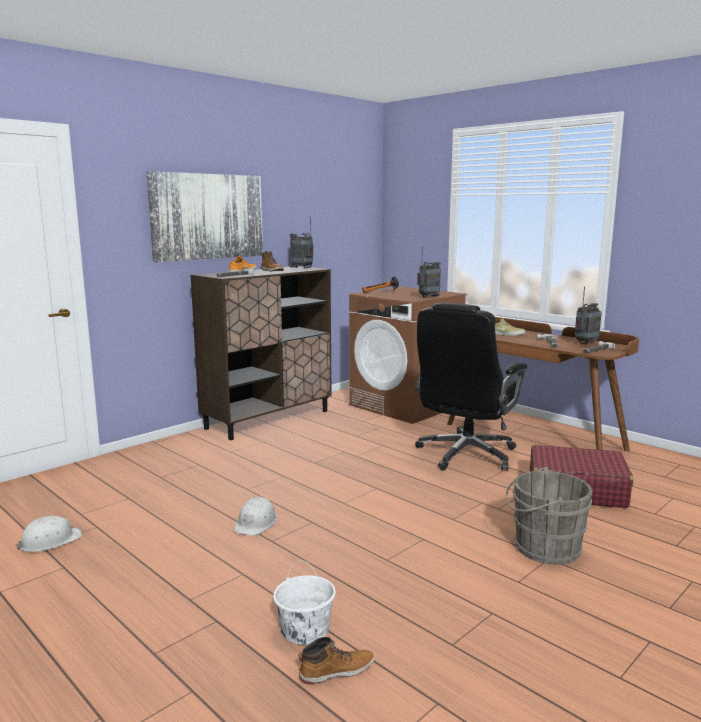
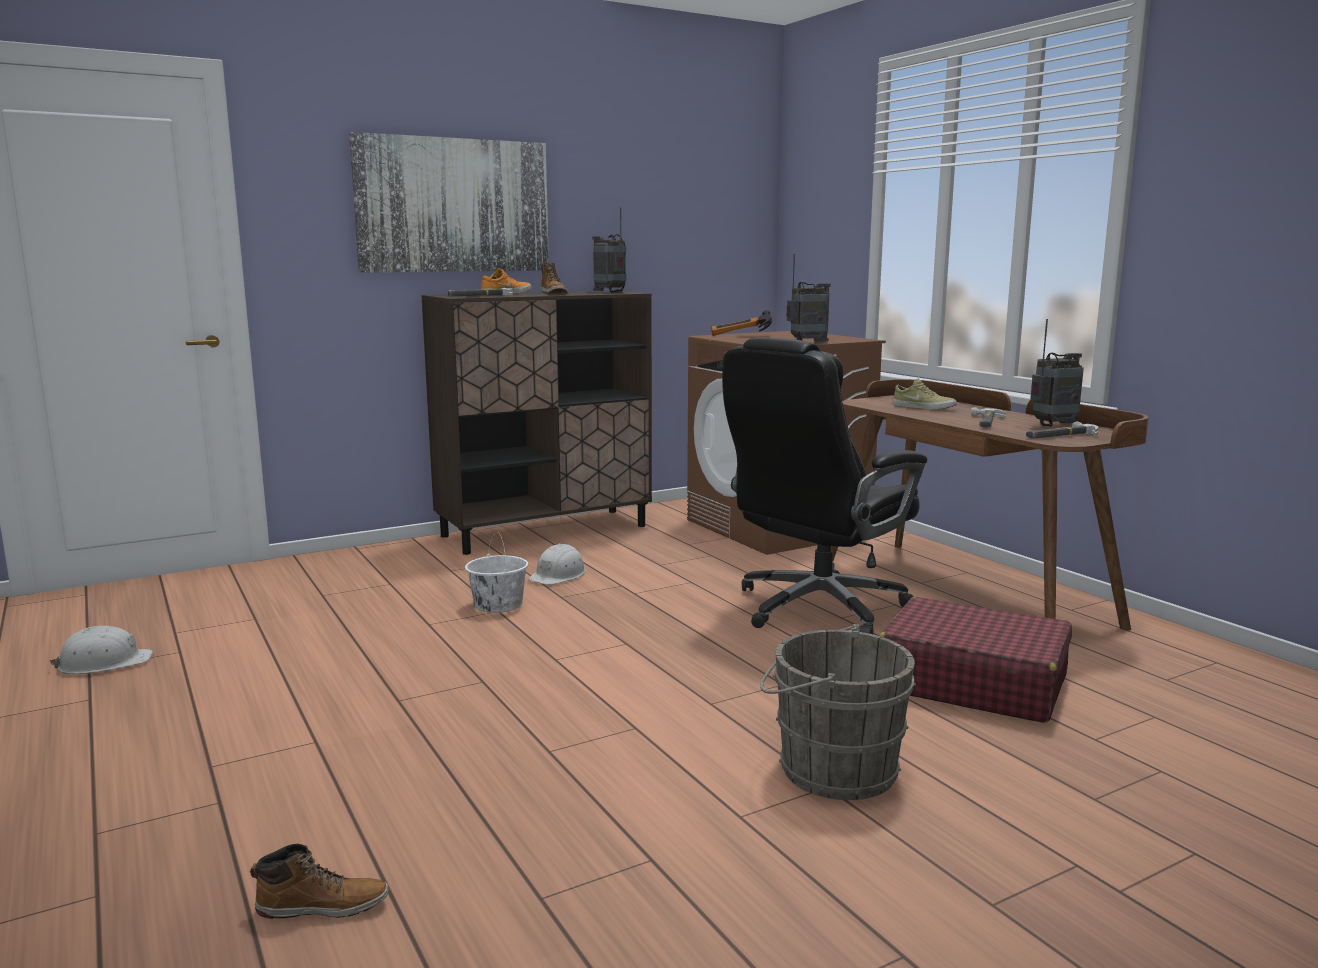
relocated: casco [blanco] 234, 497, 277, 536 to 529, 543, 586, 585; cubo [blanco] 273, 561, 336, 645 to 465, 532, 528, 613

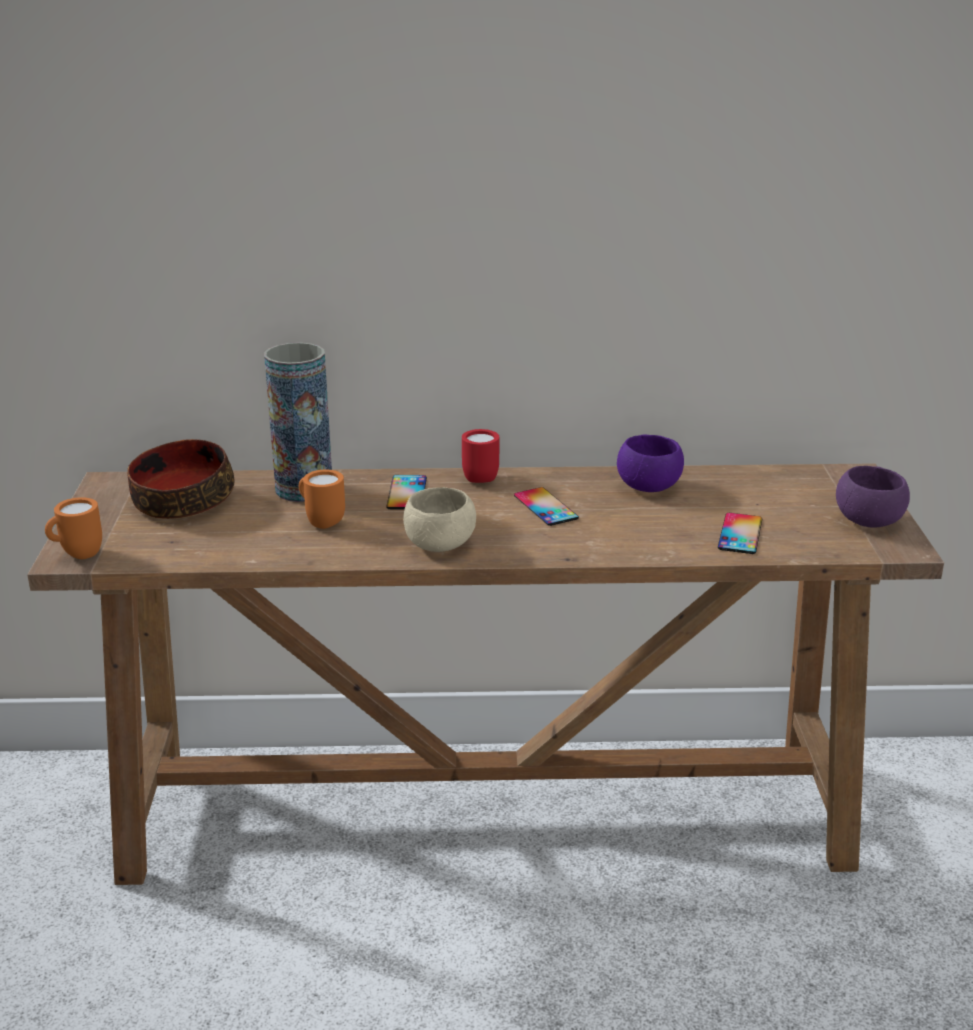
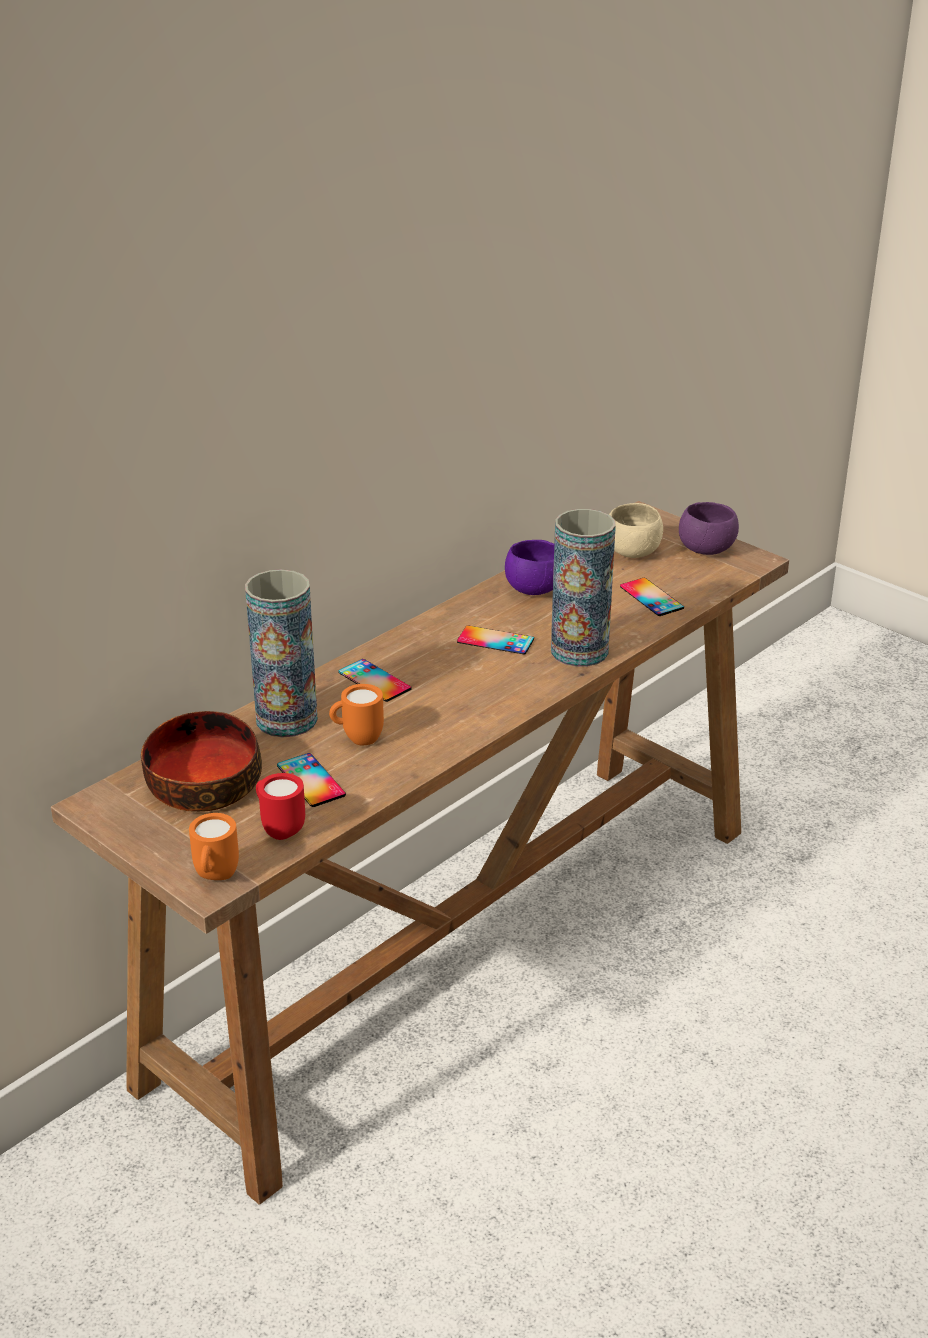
appeared: móvil 277, 753, 346, 807; florero 551, 509, 616, 667
relocated: cuenco [beis] 403, 487, 476, 552 to 609, 503, 663, 558; taza grande [rojo] 462, 429, 499, 483 to 256, 773, 305, 840

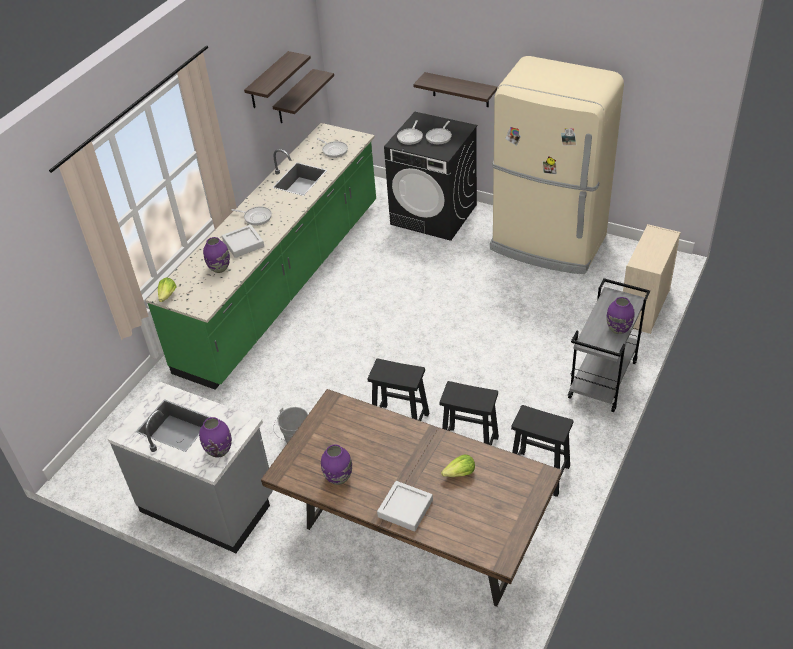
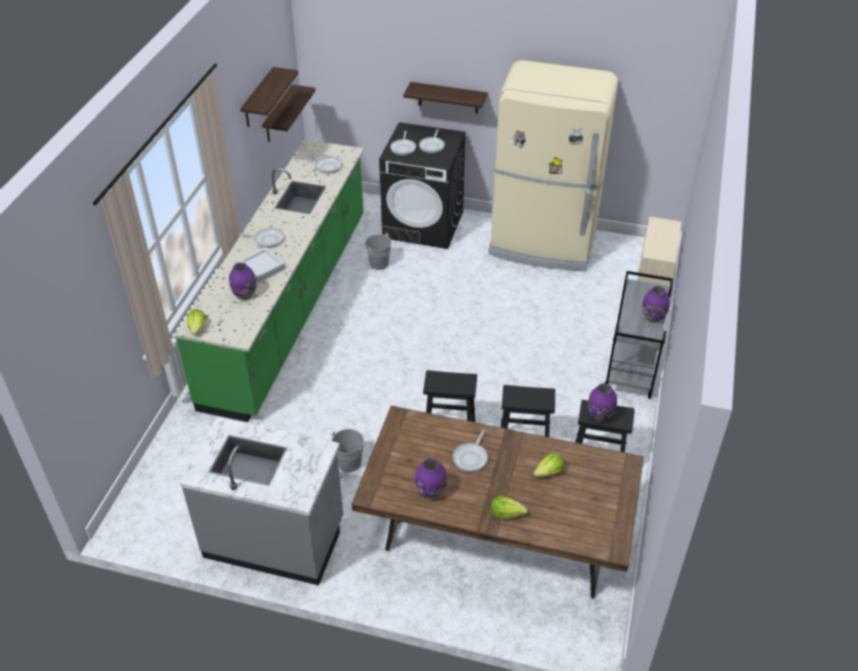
appeared: cubo [gris] 361, 233, 391, 270; sartén 452, 430, 488, 472
relocated: florero [morado] 199, 417, 232, 458 to 588, 383, 617, 422
exchanged: bandeja [gris] 377, 481, 433, 532 to lechuga 491, 496, 528, 519

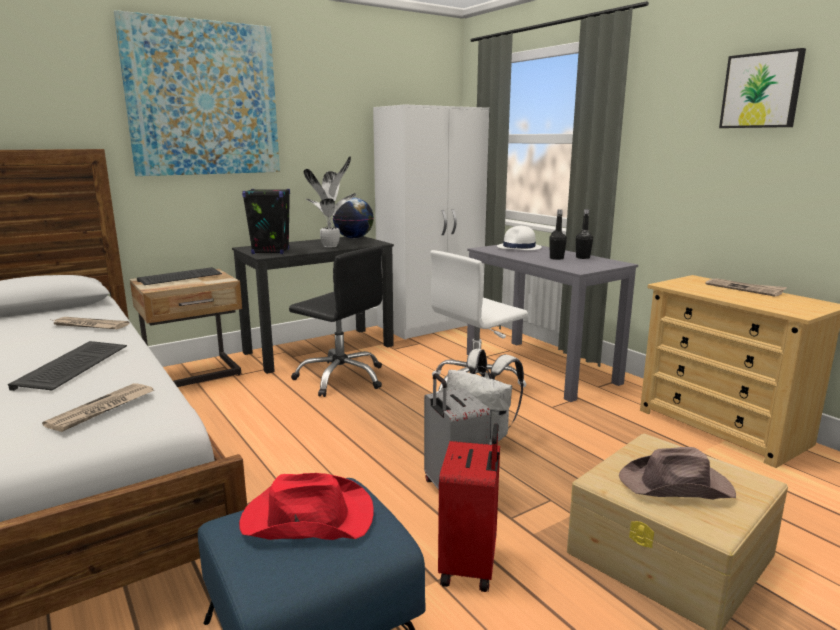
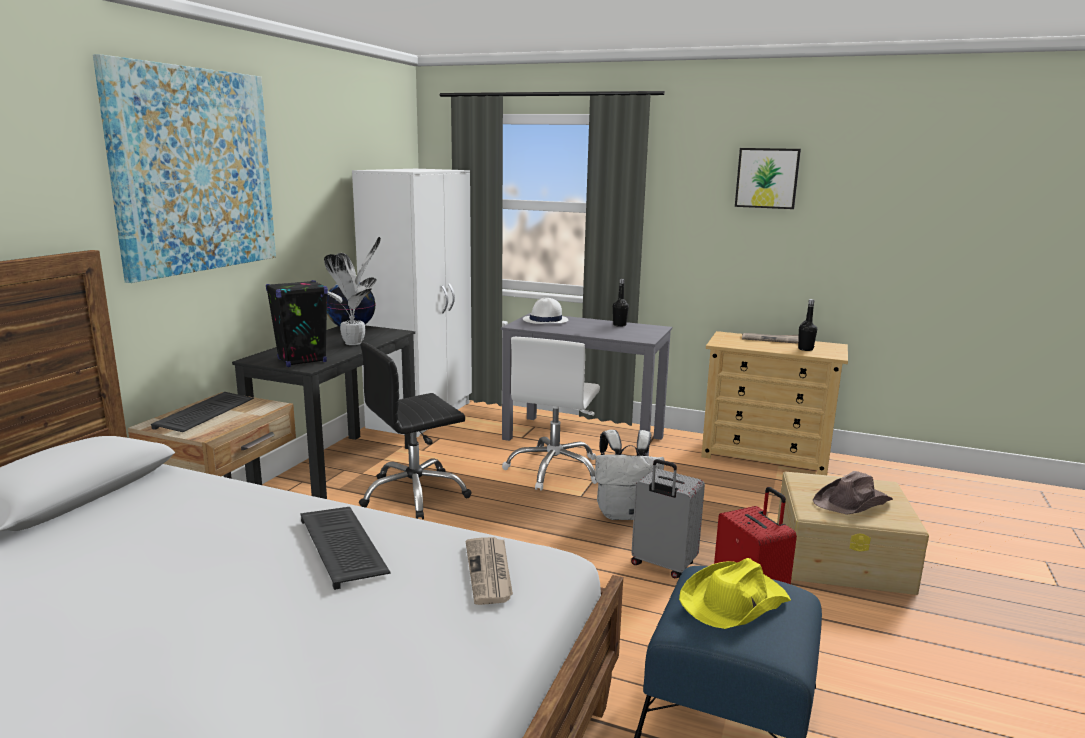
missing: periódico 54, 317, 129, 329
relocated: botella [negro] 549, 209, 567, 260 to 798, 299, 817, 351
colour: sombrero [rojo] 239, 473, 373, 540 to sombrero [amarillo] 679, 558, 791, 629
spun: silla de oficina [negro] 289, 246, 383, 397 = 359, 342, 472, 519 150 degrees clockwise

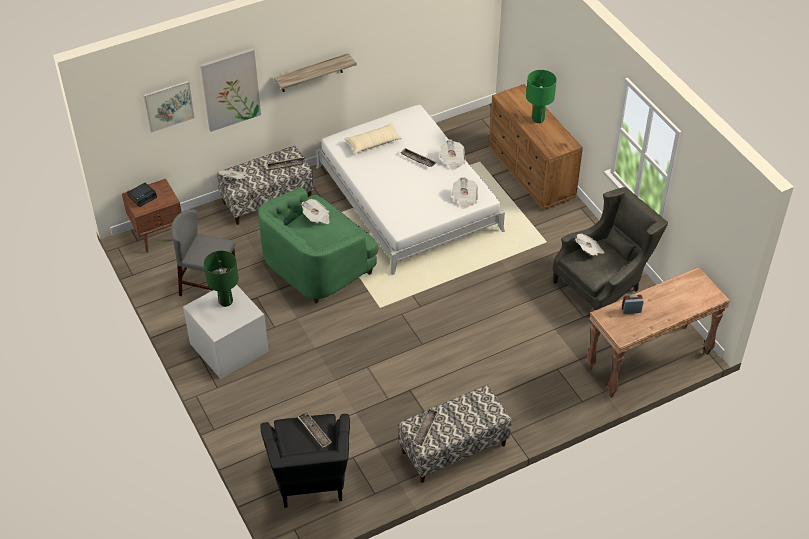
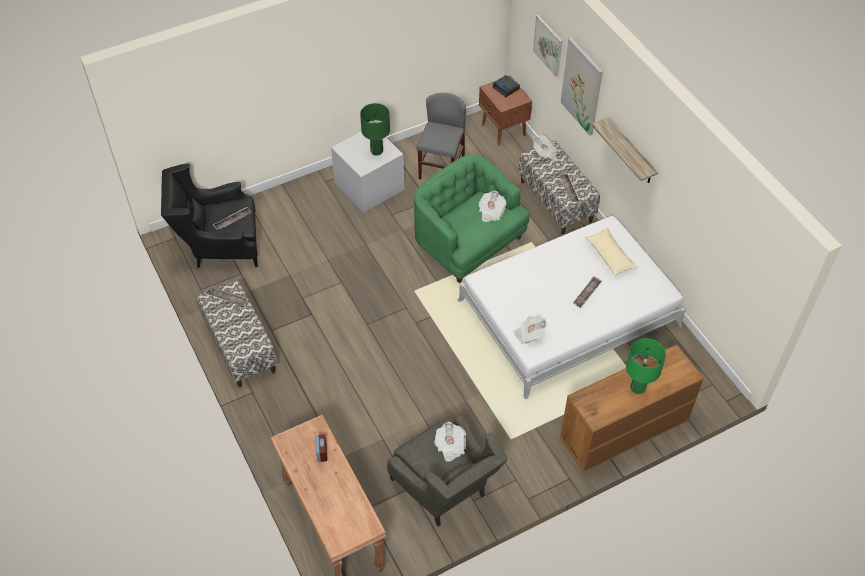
missing: periódico 440, 140, 466, 170

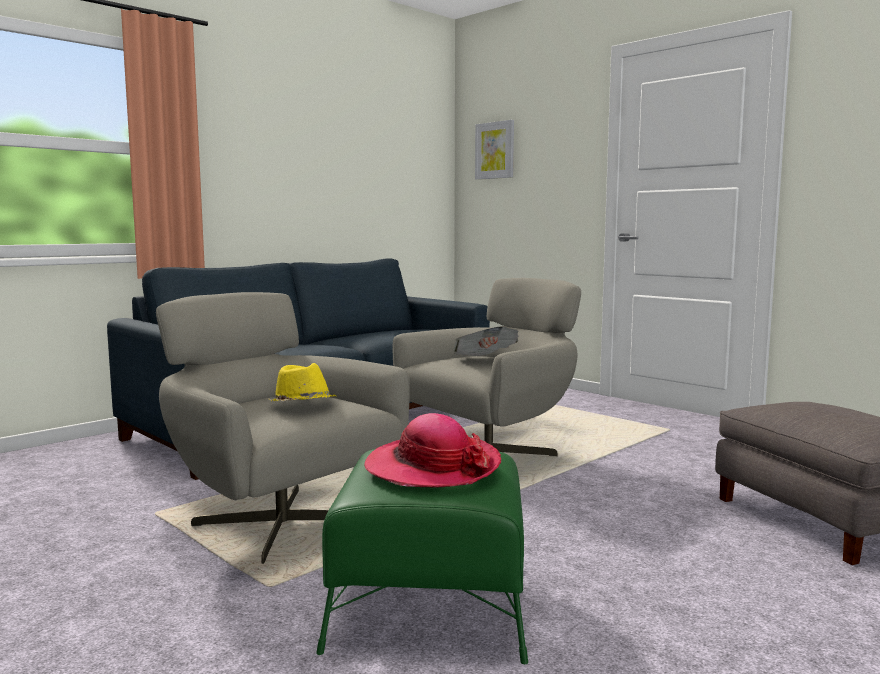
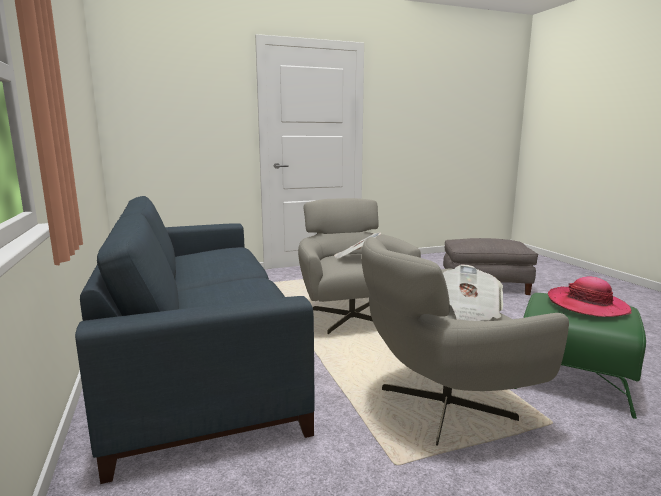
missing: cuadro 475, 120, 514, 180
exchanged: sombrero [amarillo] 267, 363, 336, 401 to periódico 443, 265, 503, 321

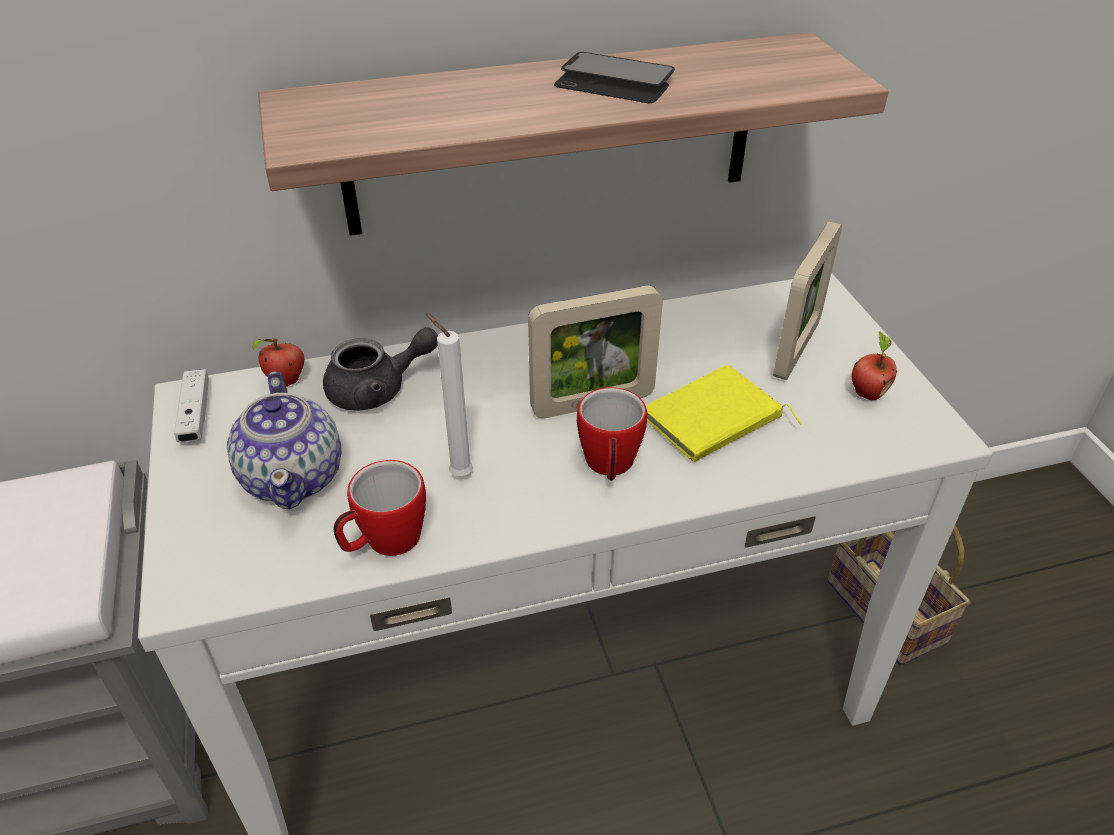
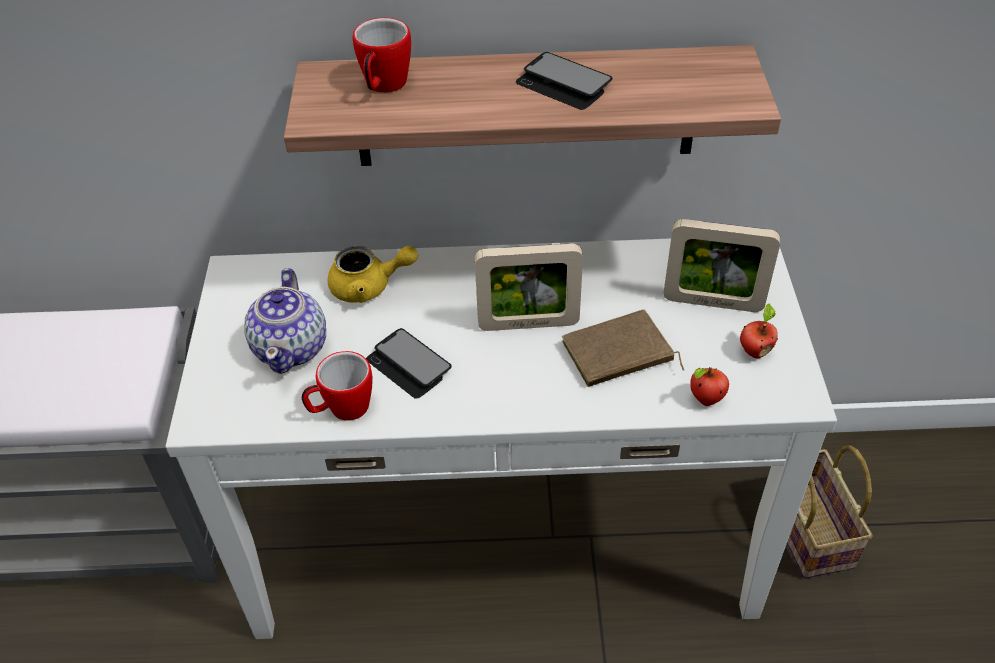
missing: mando de consola [blanco] 174, 369, 209, 443
relocated: manzana 252, 338, 304, 387 to 690, 367, 729, 406; taza grande 577, 387, 647, 481 to 353, 18, 411, 93
exchanged: vela [blanco] 426, 313, 473, 476 to móvil 366, 328, 452, 399
colour: tetera [gris] 323, 327, 438, 411 to tetera [amarillo] 328, 246, 418, 303; libro [amarillo] 646, 365, 802, 462 to libro [marrón] 562, 309, 684, 387
spun: portarretratos 773, 221, 842, 380 = 664, 219, 780, 312 60 degrees clockwise

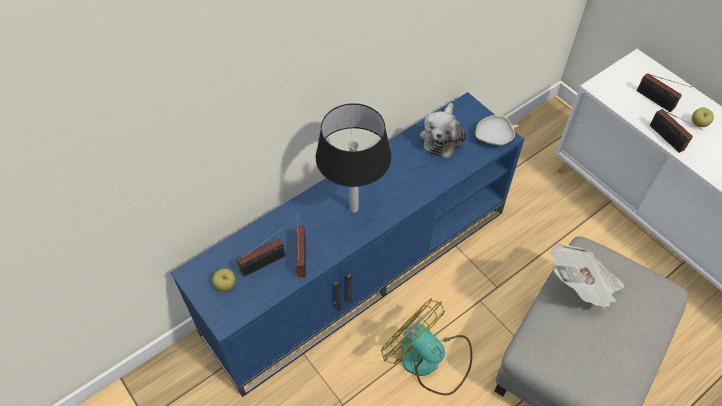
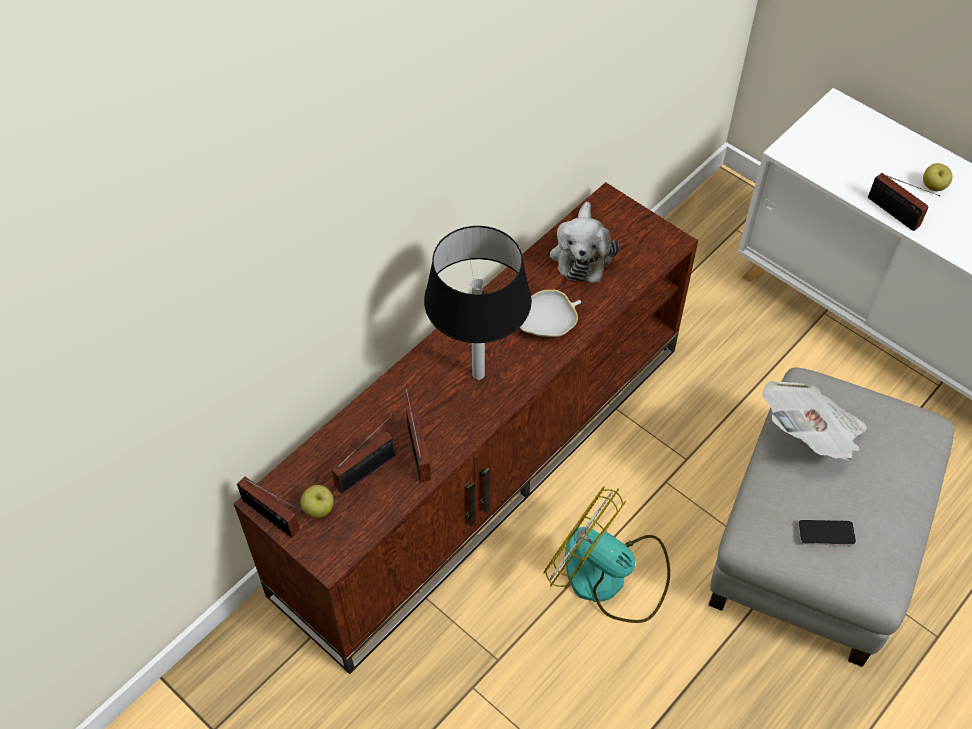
appeared: móvil 798, 520, 856, 545
relocated: cuenco [blanco] 475, 115, 519, 146 to 520, 289, 581, 337; radio 637, 73, 690, 112 to 237, 476, 300, 538
colour: mueble de televisión [azul] 170, 92, 524, 397 to mueble de televisión [marrón] 233, 182, 698, 674

